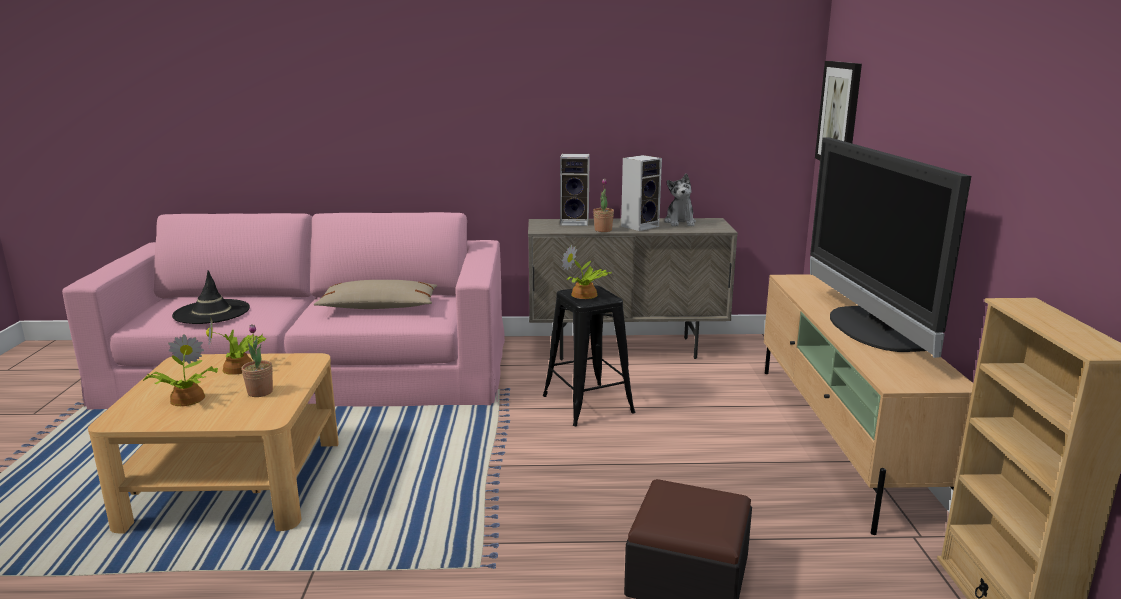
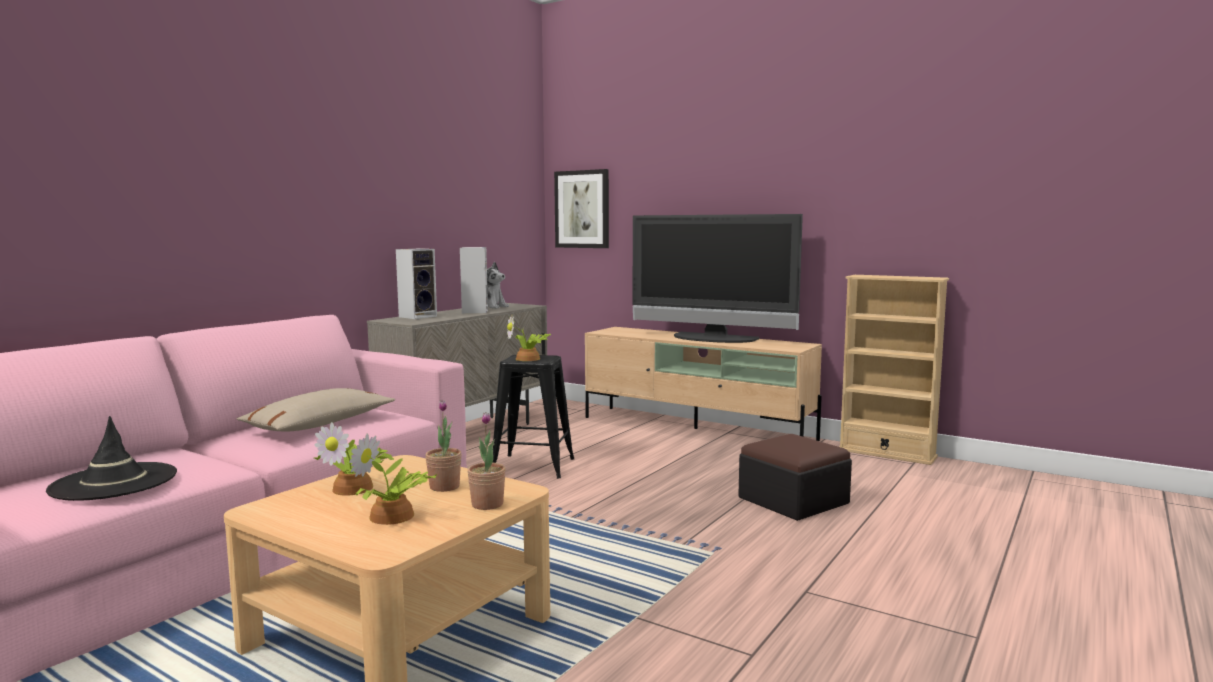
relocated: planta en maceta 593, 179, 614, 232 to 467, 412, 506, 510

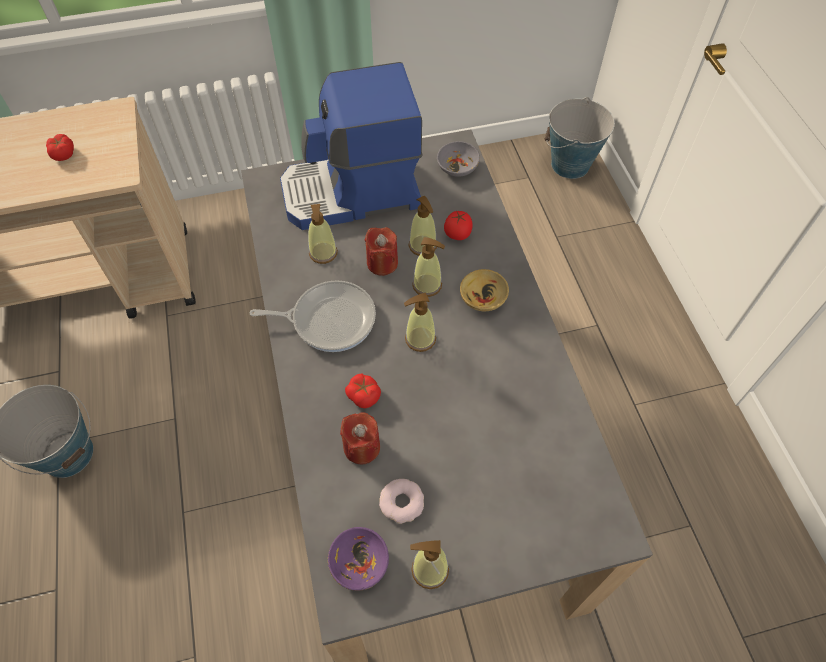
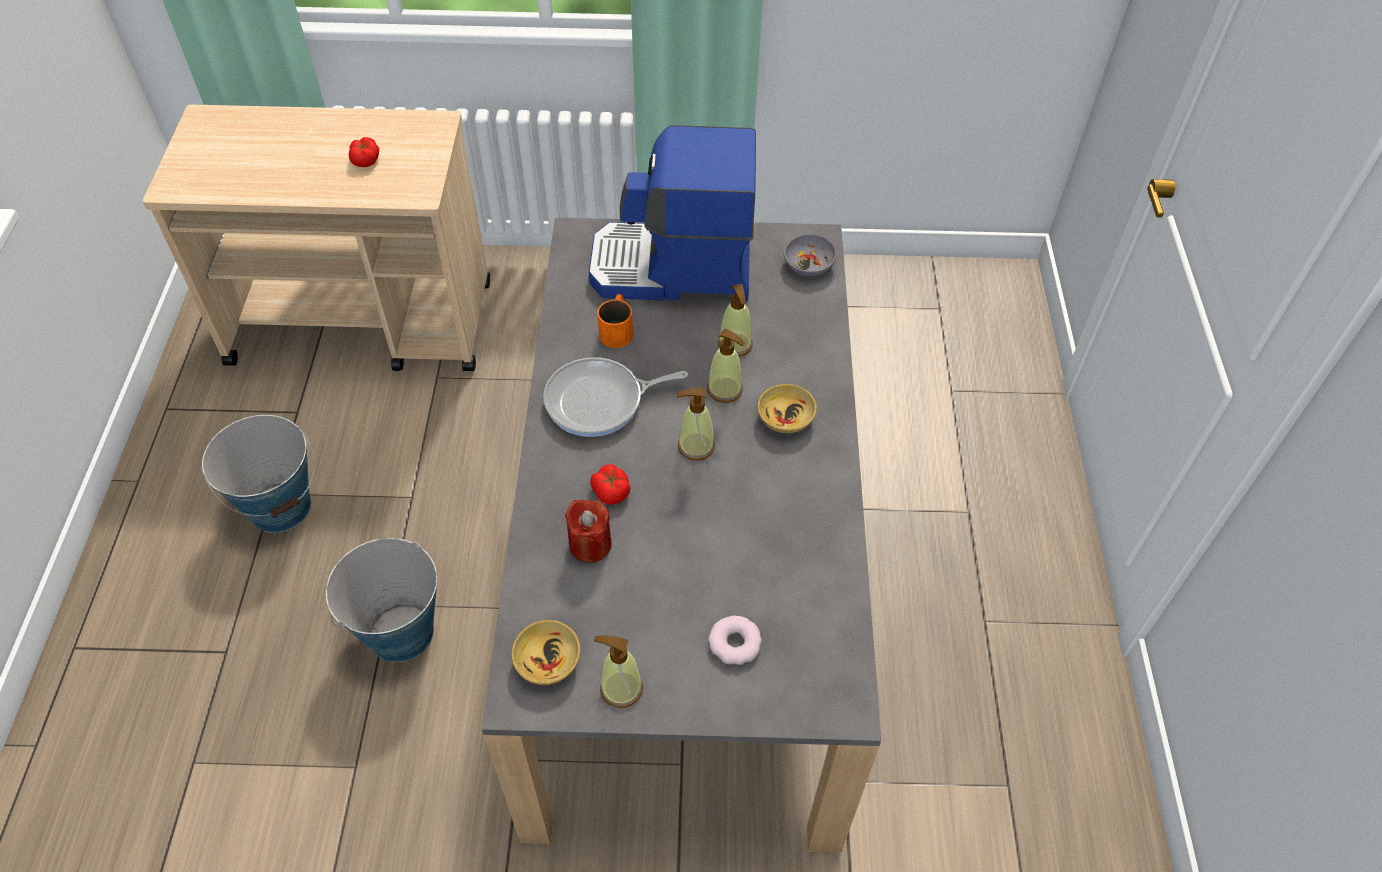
missing: vela [rojo] 365, 227, 398, 276; tomate 444, 211, 473, 240
relocated: rosquilla 379, 479, 424, 524 to 708, 615, 762, 665; cubo 545, 97, 615, 179 to 326, 538, 437, 662
exchanged: dispensador de jabón 308, 204, 338, 264 to taza grande [naranja] 597, 294, 633, 348
colour: cuenco [morado] 328, 527, 389, 591 to cuenco [beis] 511, 620, 580, 685
spun: sartén 249, 280, 376, 352 = 543, 357, 688, 437 150 degrees clockwise

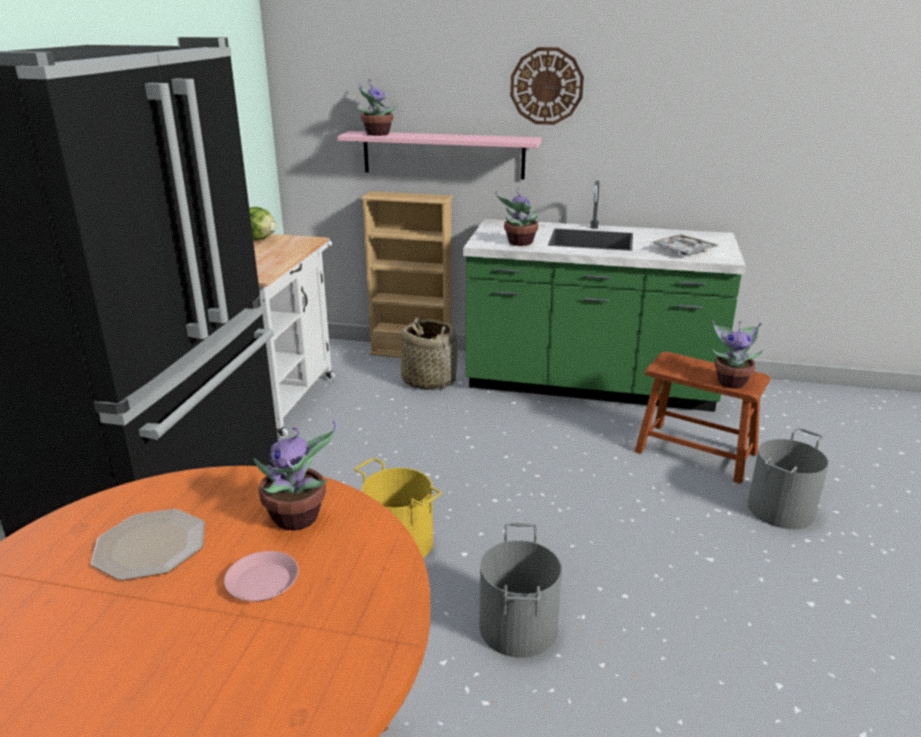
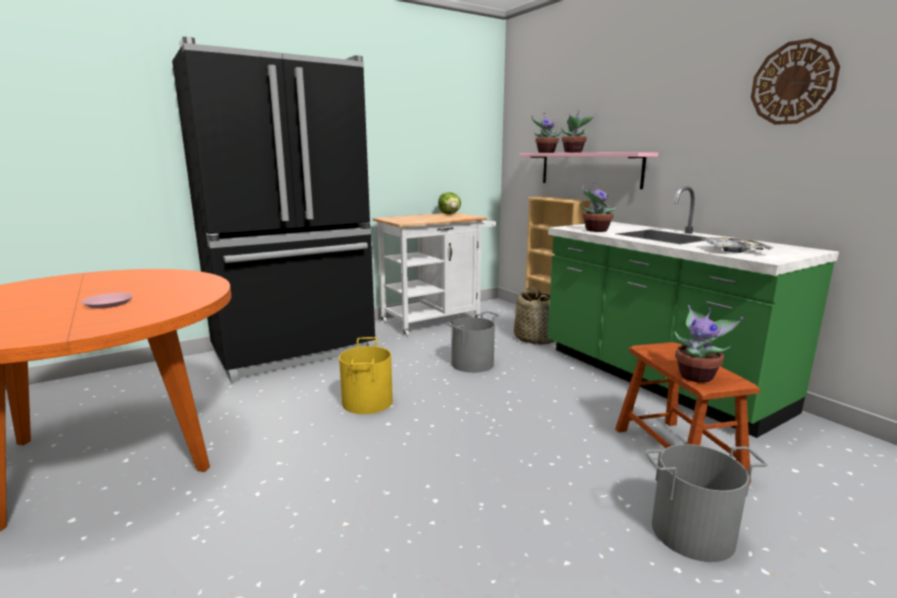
missing: plato 91, 509, 205, 580
relocated: planta en maceta 253, 420, 337, 530 to 561, 110, 596, 153; cubo [gris] 479, 523, 562, 658 to 445, 311, 499, 373; reloj de pared 510, 47, 584, 125 to 751, 38, 840, 125

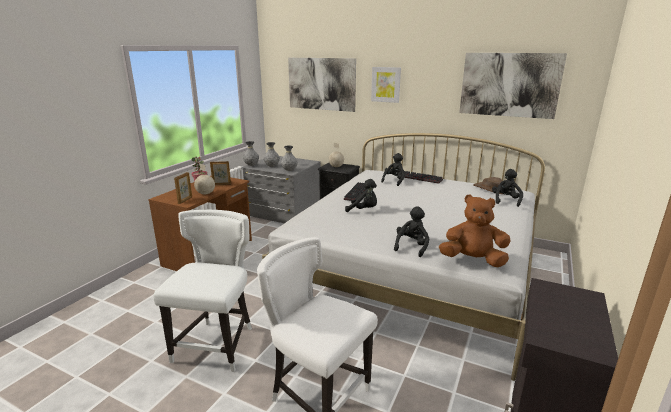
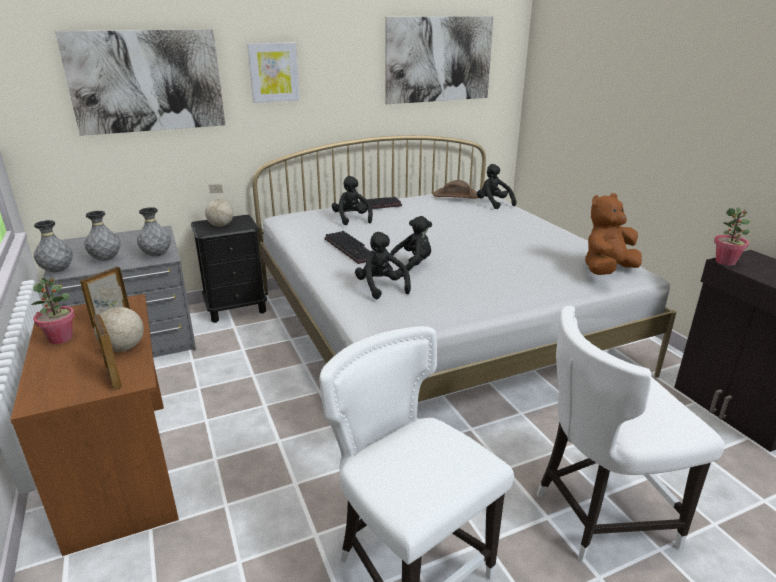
appeared: planta en maceta 714, 207, 751, 266
relocated: peluche [negro] 394, 206, 430, 257 to 355, 232, 411, 299

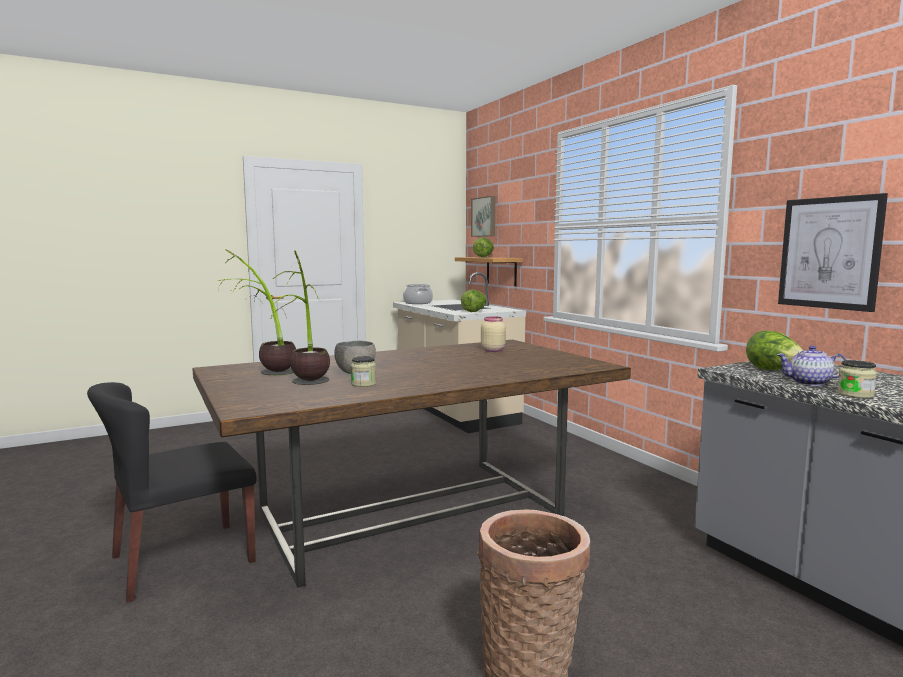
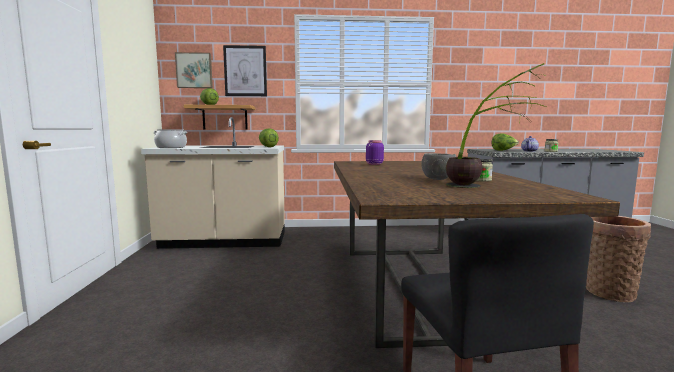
missing: planta en maceta 217, 249, 296, 375
relocated: cuadro 778, 193, 888, 312 to 223, 45, 267, 96
colour: tarro [beis] 481, 316, 506, 352 to tarro [morado] 366, 140, 384, 165

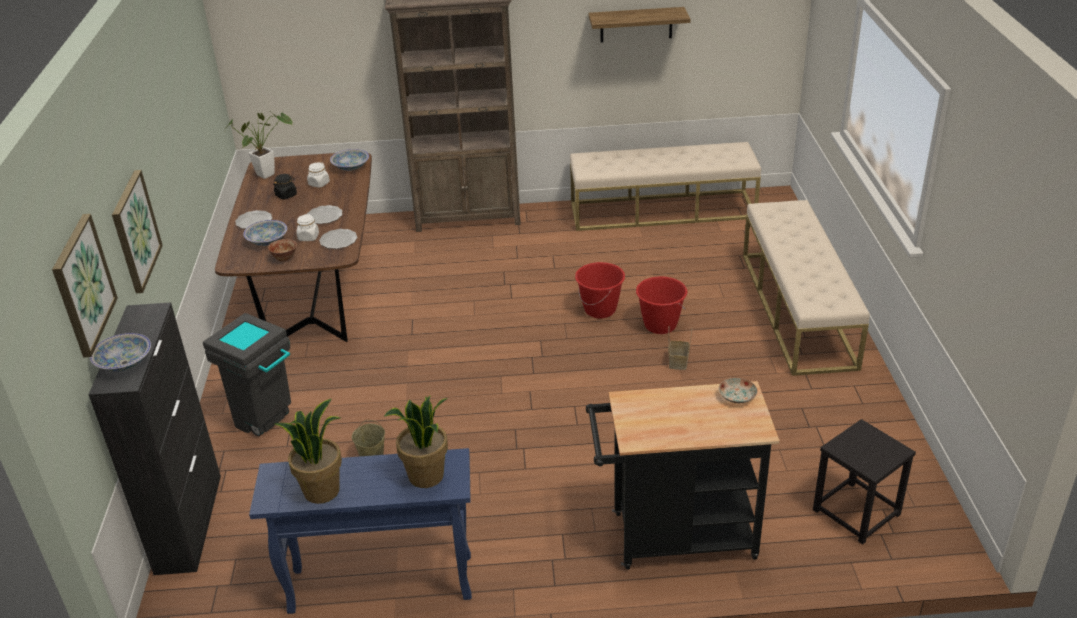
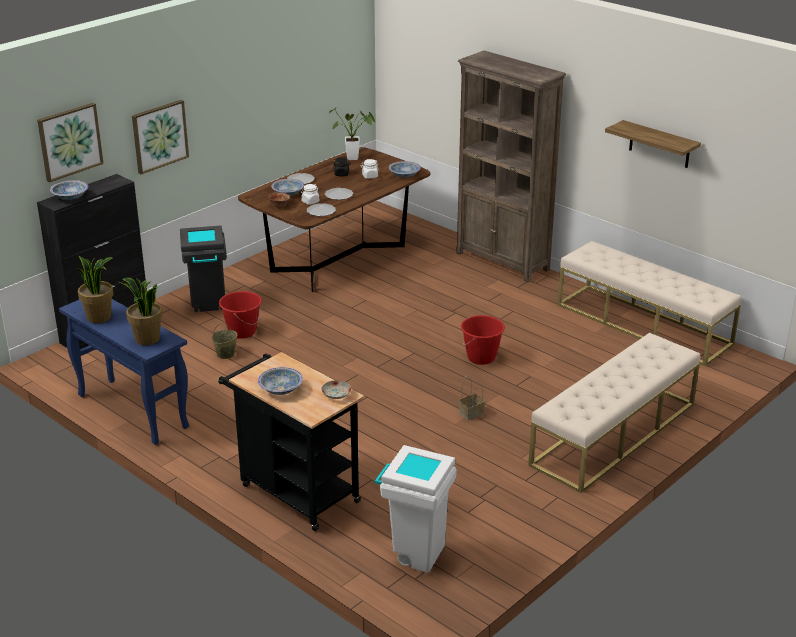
appeared: cuenco 258, 367, 303, 395
relocated: cubo [rojo] 636, 276, 687, 334 to 219, 291, 262, 339
exchanged: taburete [negro] 813, 419, 916, 544 to papelera [blanco] 375, 445, 457, 573

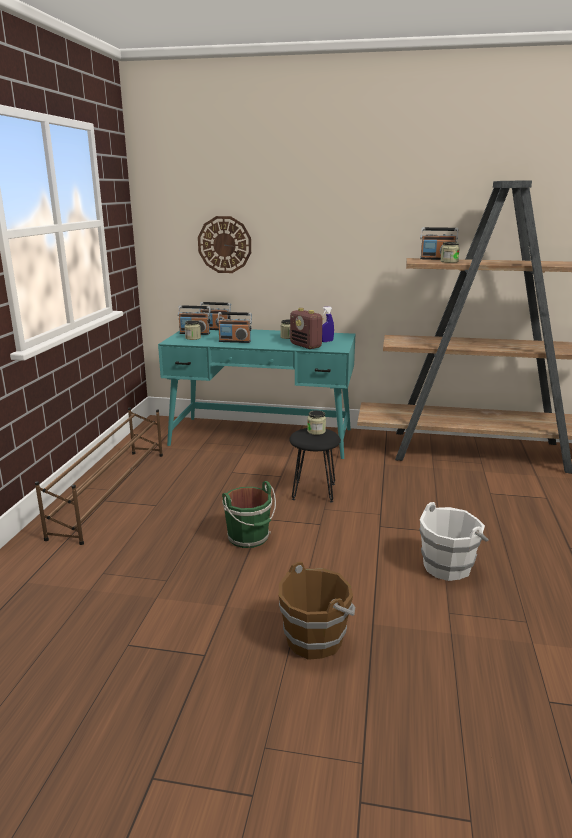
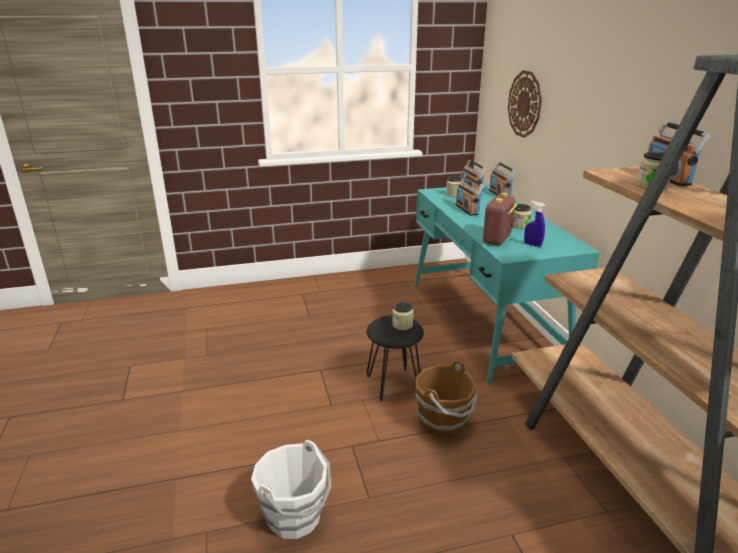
missing: zapatero [marrón] 35, 408, 163, 545; cubo [verde] 222, 481, 276, 548
relocated: cubo [marrón] 279, 562, 355, 660 to 415, 361, 478, 438

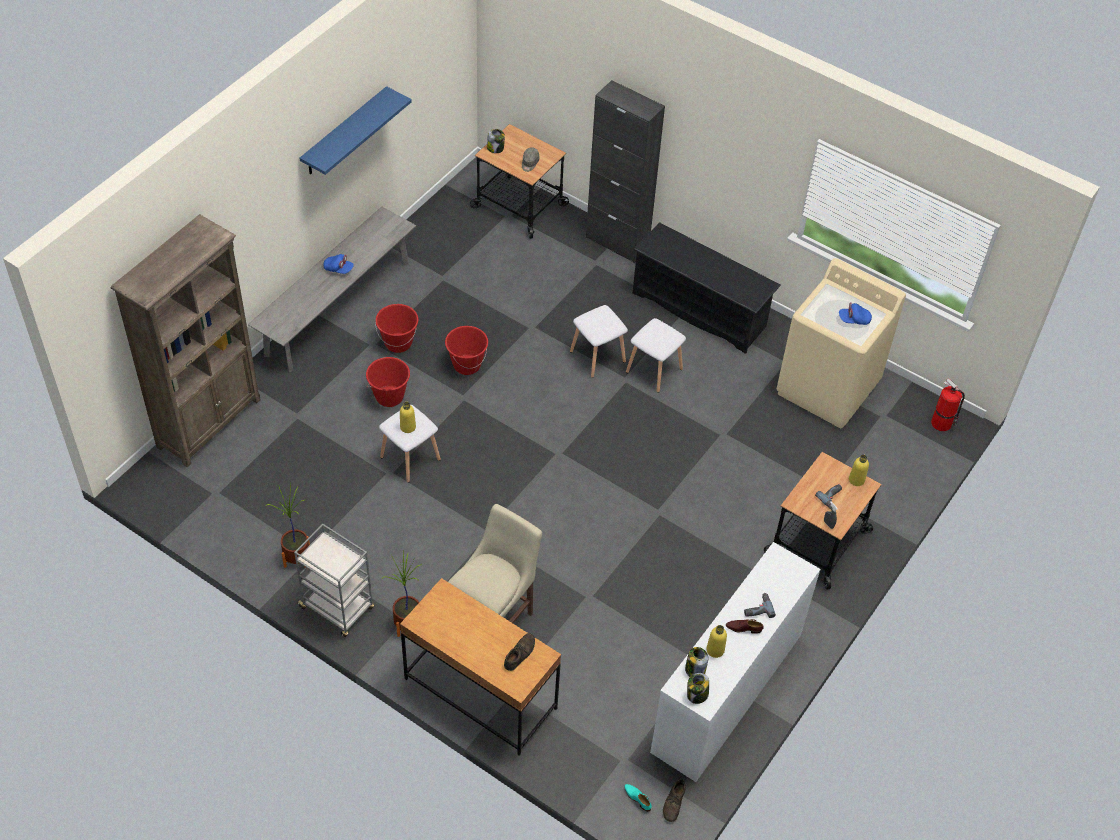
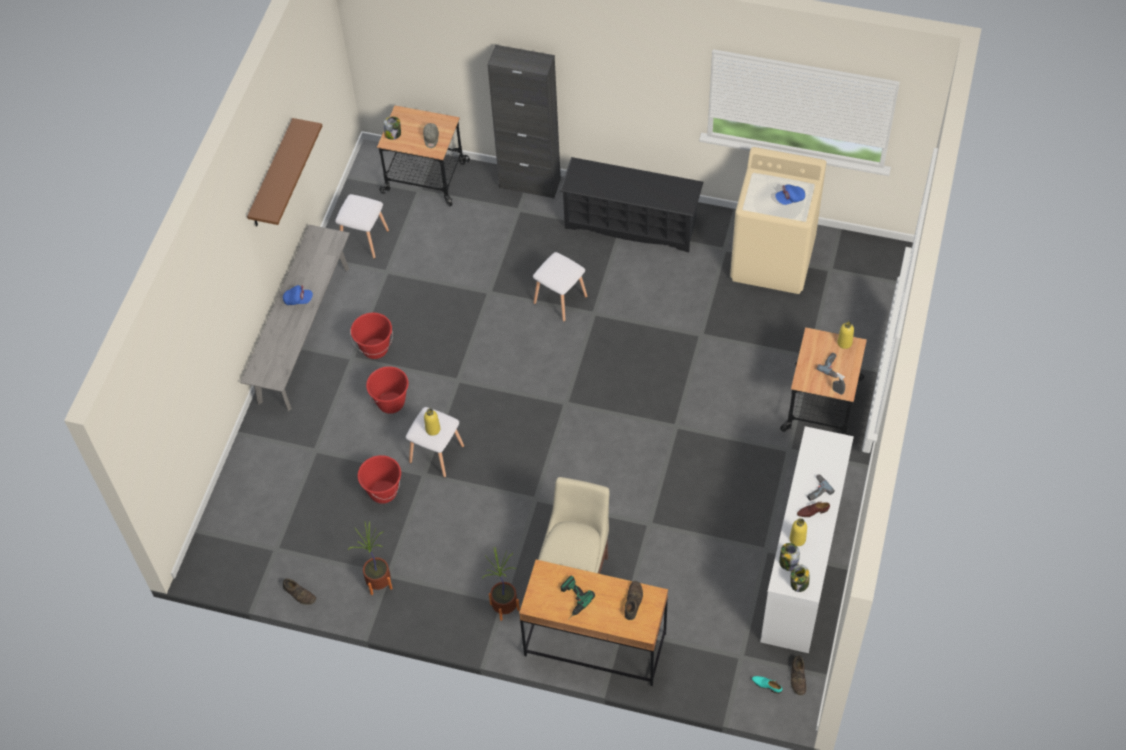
missing: estantería [marrón] 111, 214, 261, 467; carrito [gris] 294, 524, 374, 637; extintor 931, 378, 965, 431
appeared: zapato [marrón] 283, 578, 316, 605; taladro 561, 575, 595, 620
relocated: cubo [rojo] 445, 326, 488, 375 to 358, 455, 401, 504; taburete [blanco] 626, 318, 686, 393 to 335, 194, 389, 259
colour: estante [azul] 300, 86, 412, 175 to estante [marrón] 247, 118, 322, 227

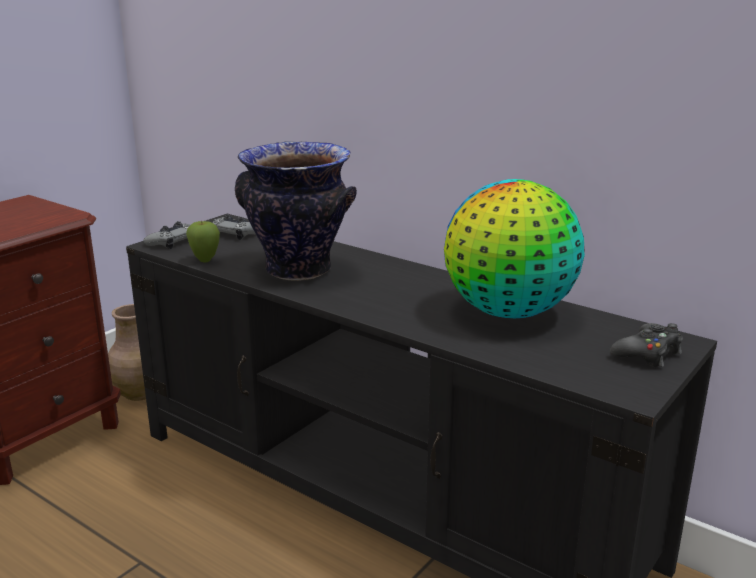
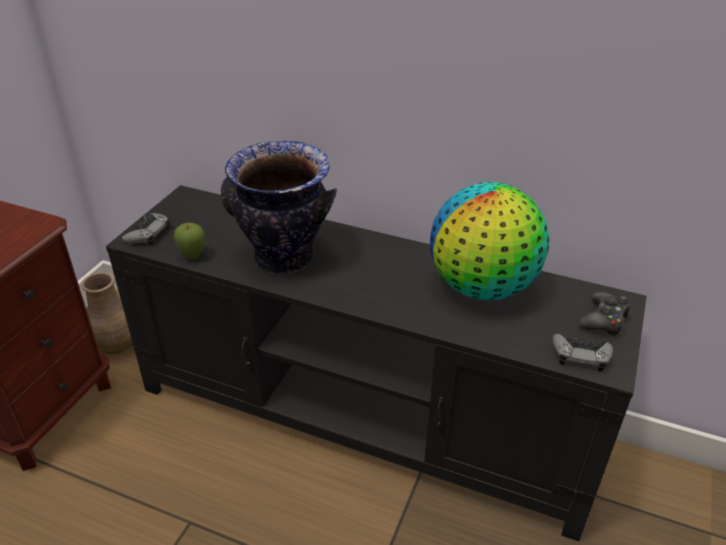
relocated: mando de consola [gris] 212, 214, 256, 240 to 552, 334, 613, 372

